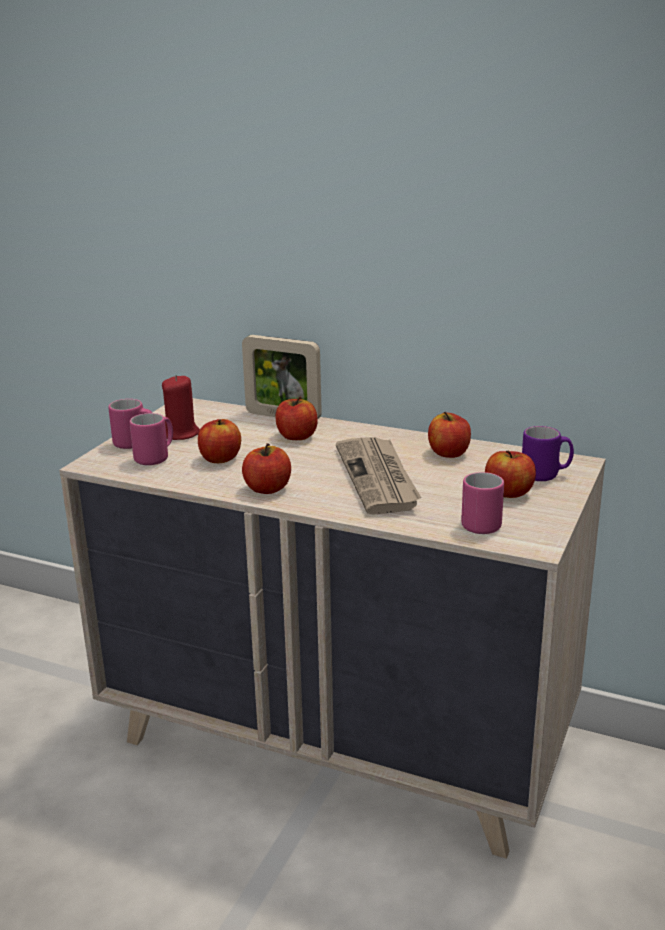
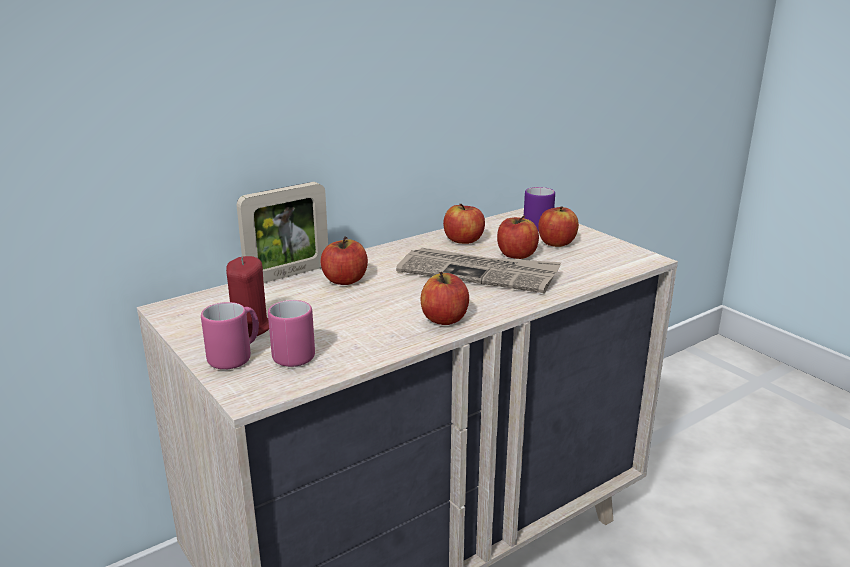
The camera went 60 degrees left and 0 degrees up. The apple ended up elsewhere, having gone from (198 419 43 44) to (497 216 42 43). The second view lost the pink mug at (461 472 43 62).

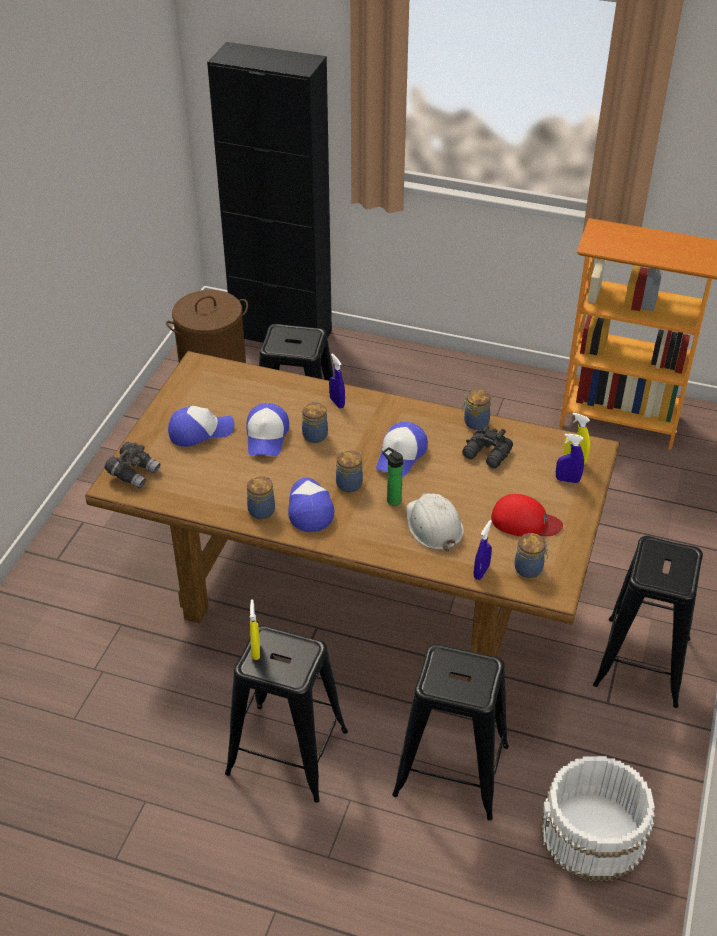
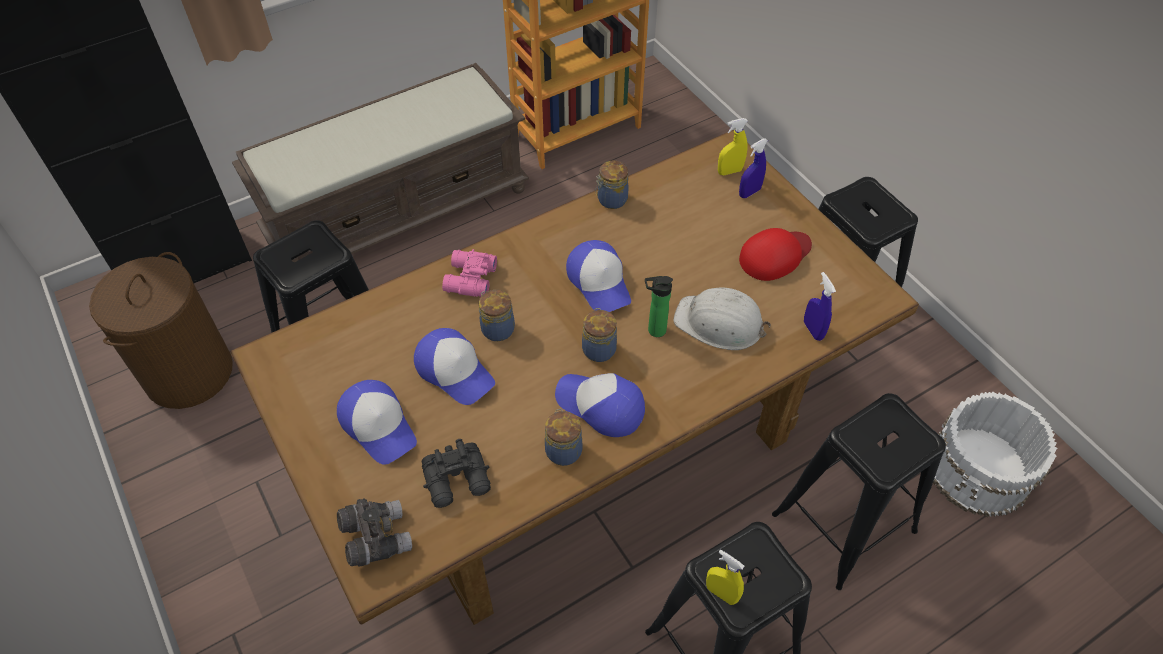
The camera went 50 degrees left and 10 degrees up. The cap at (168 406 66 41) ended up facing another way, 120 degrees clockwise from before. Where the blue spray bottle stood at (329 353 16 56), the pink binoculars came to stand at (442 249 55 48). The black binoculars ended up elsewhere, having gone from (462 426 51 42) to (422 439 69 69). The second view lost the jar at (514 533 35 45). The second view gained the brown bench at (232 63 297 199).

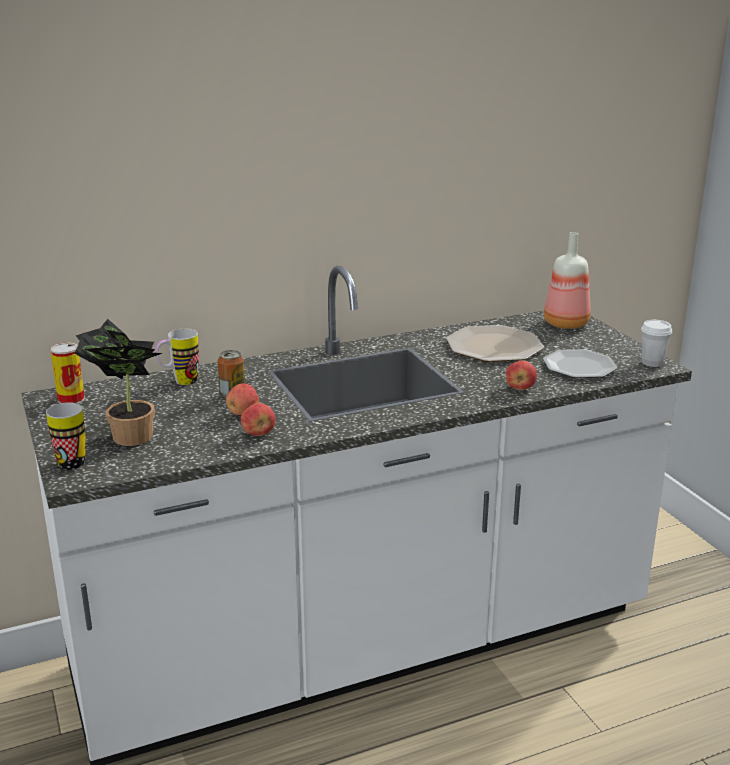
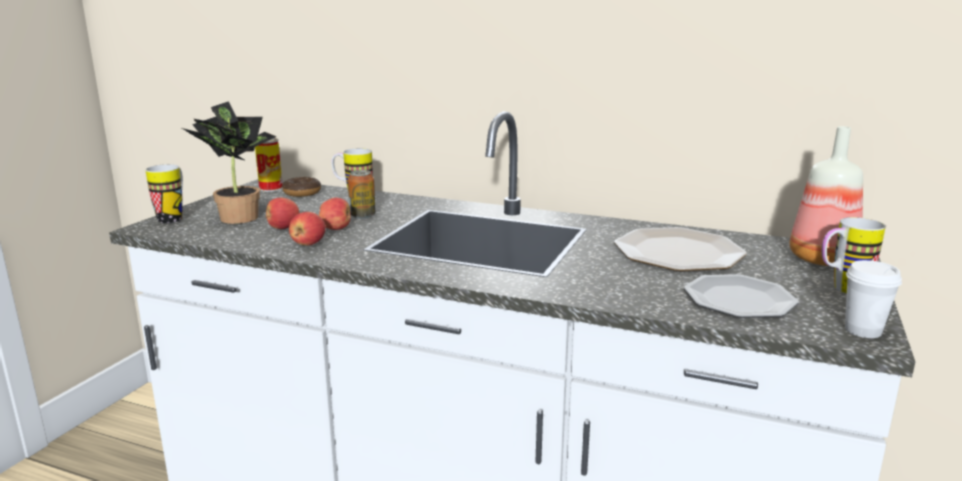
The camera went 45 degrees right and 5 degrees down. The apple ended up elsewhere, having gone from (505 361 32 29) to (266 198 34 31). The second view gained the donut at (282 177 39 20). The second view gained the mug at (821 217 65 77).

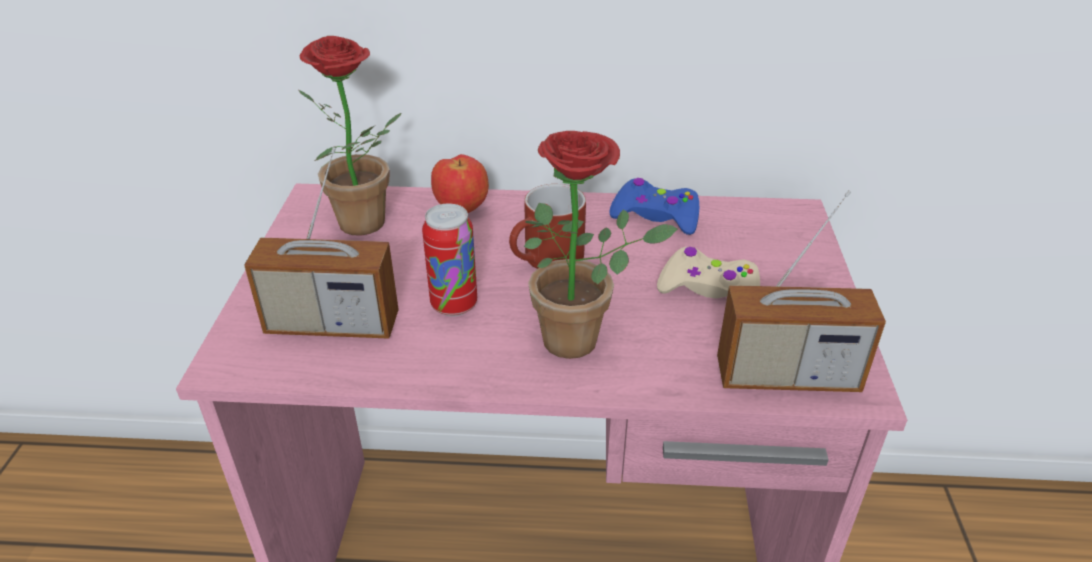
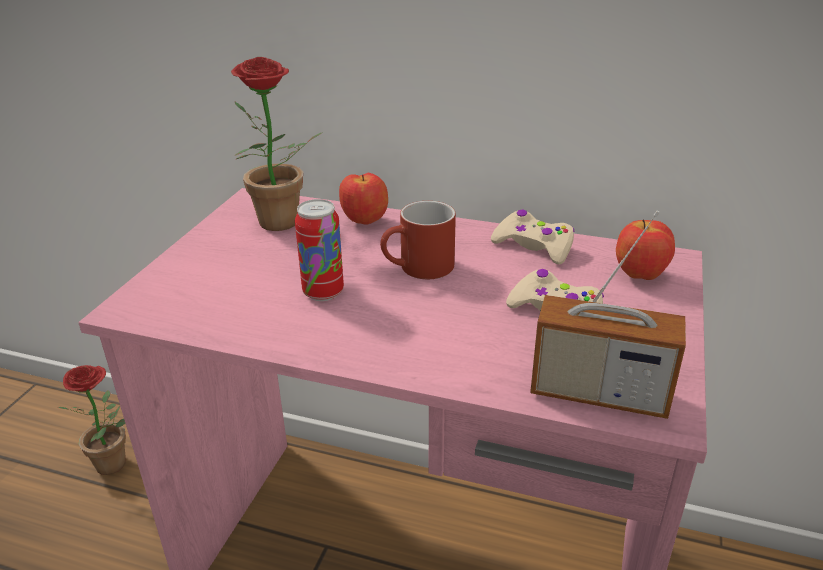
The camera went 15 degrees right and 5 degrees down. The second view lost the radio at (244 147 154 191). The potted plant ended up elsewhere, having gone from (524 131 154 228) to (59 365 67 110). What was the blue game controller at (609 178 90 57) turned into the beige game controller at (491 209 83 55). The second view gained the apple at (616 219 59 61).

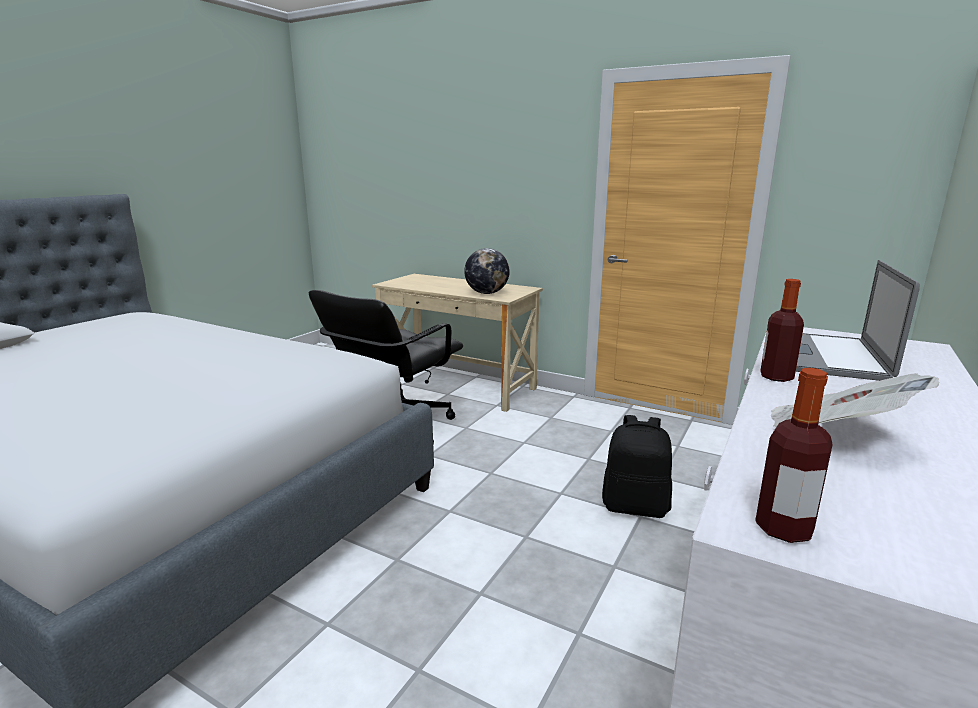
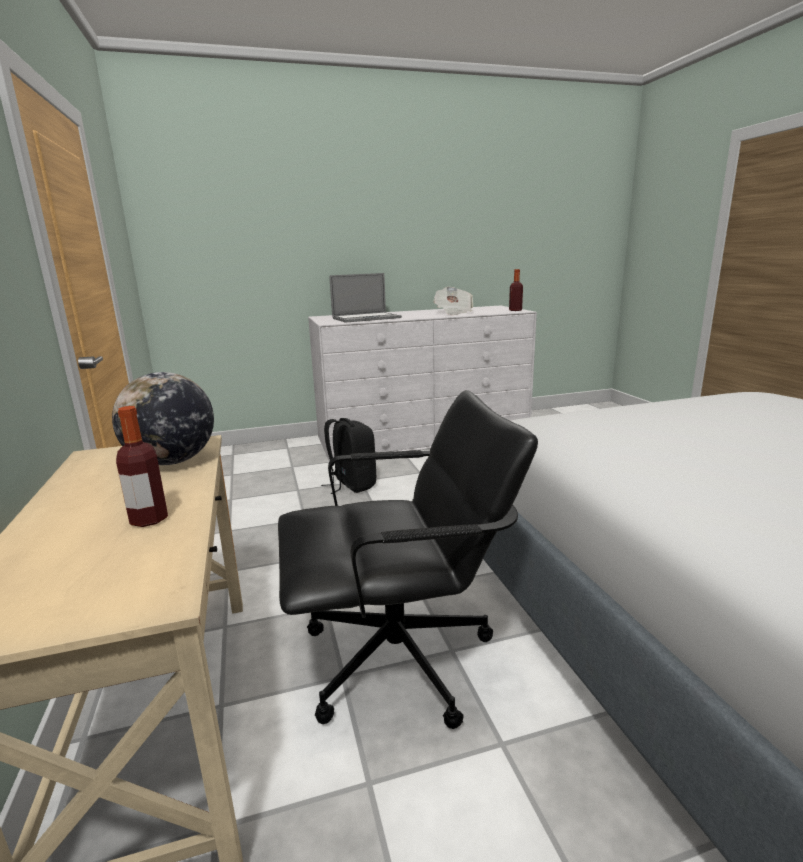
The camera went 135 degrees left and 0 degrees up. The bottle ended up elsewhere, having gone from (760 279 44 103) to (116 406 52 121).

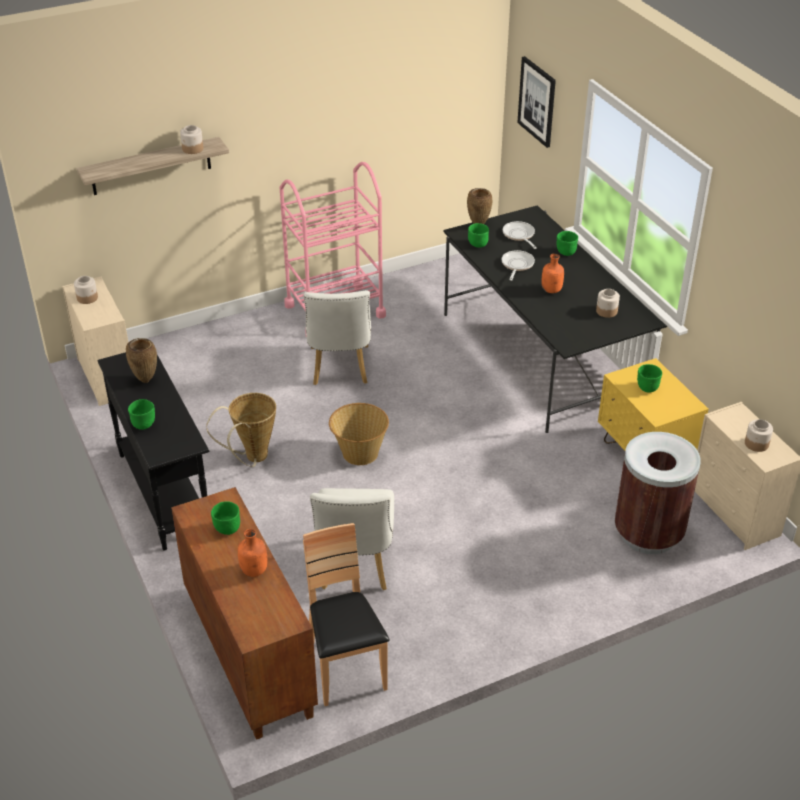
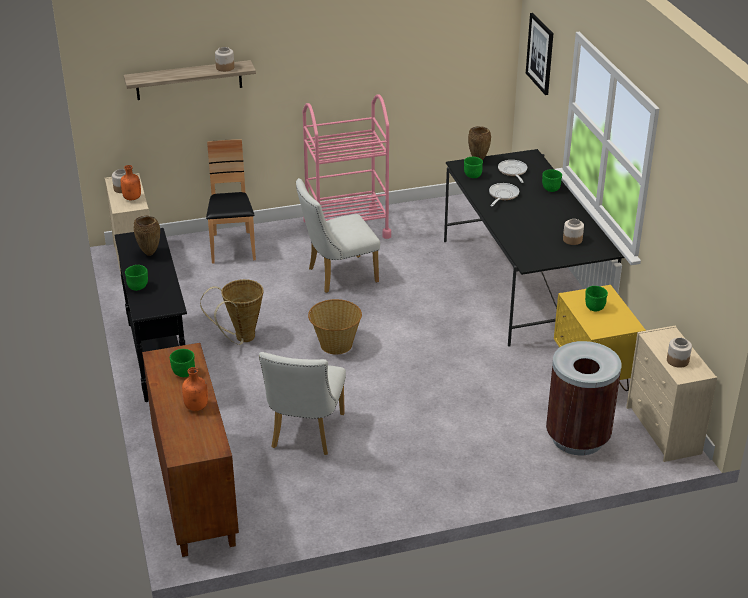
The camera went 10 degrees right and 5 degrees down. The white chair at (303 290 68 95) ended up facing another way, 60 degrees clockwise from before. The brown chair ended up elsewhere, having gone from (303 523 86 183) to (206 139 50 125). The orange bottle ended up elsewhere, having gone from (542 254 22 39) to (121 165 20 35).

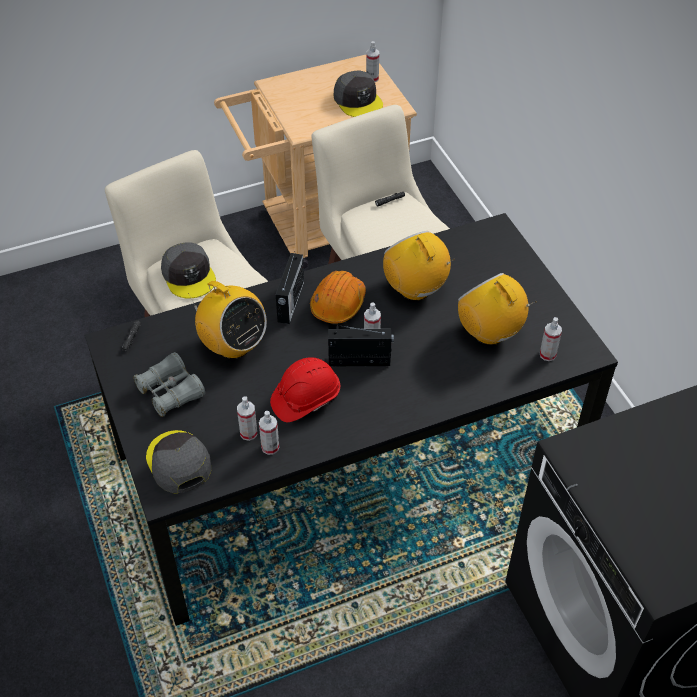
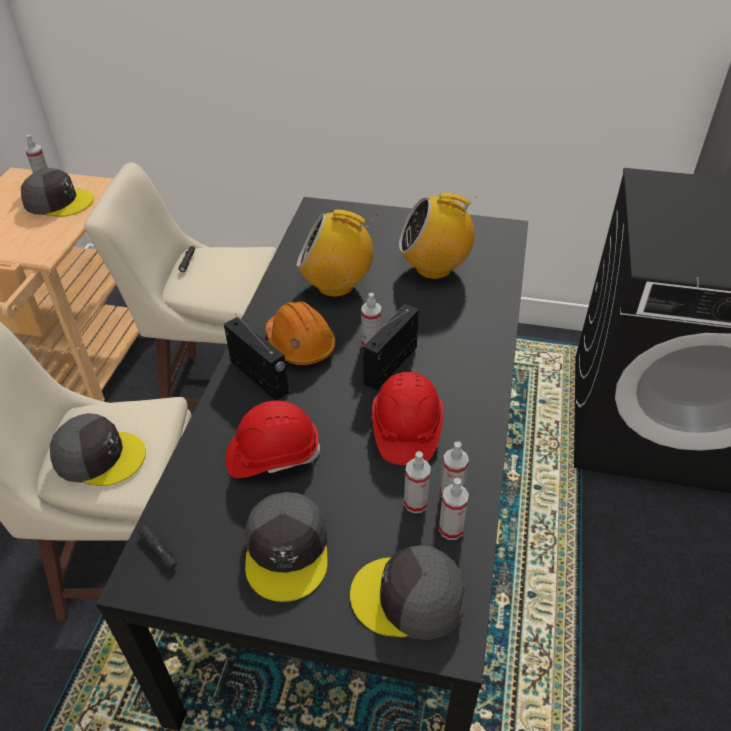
The camera went 55 degrees left and 5 degrees down. Where the grey binoculars stood at (133 352 72 65), the grey cap came to stand at (245 492 83 110). Where the radio stood at (188 281 79 78), the red hard hat came to stand at (226 400 94 78). The spray bottle ended up elsewhere, having gone from (540 317 22 44) to (439 478 30 62).

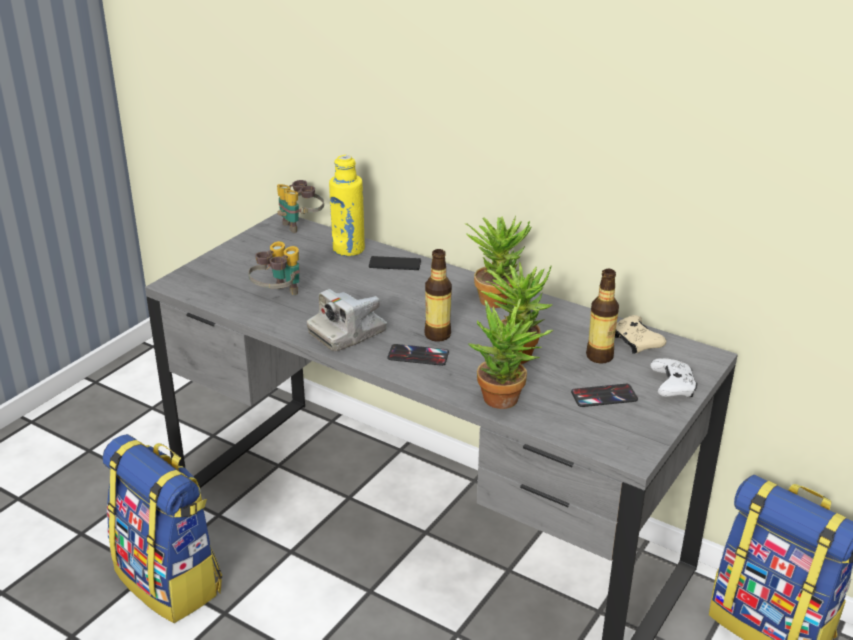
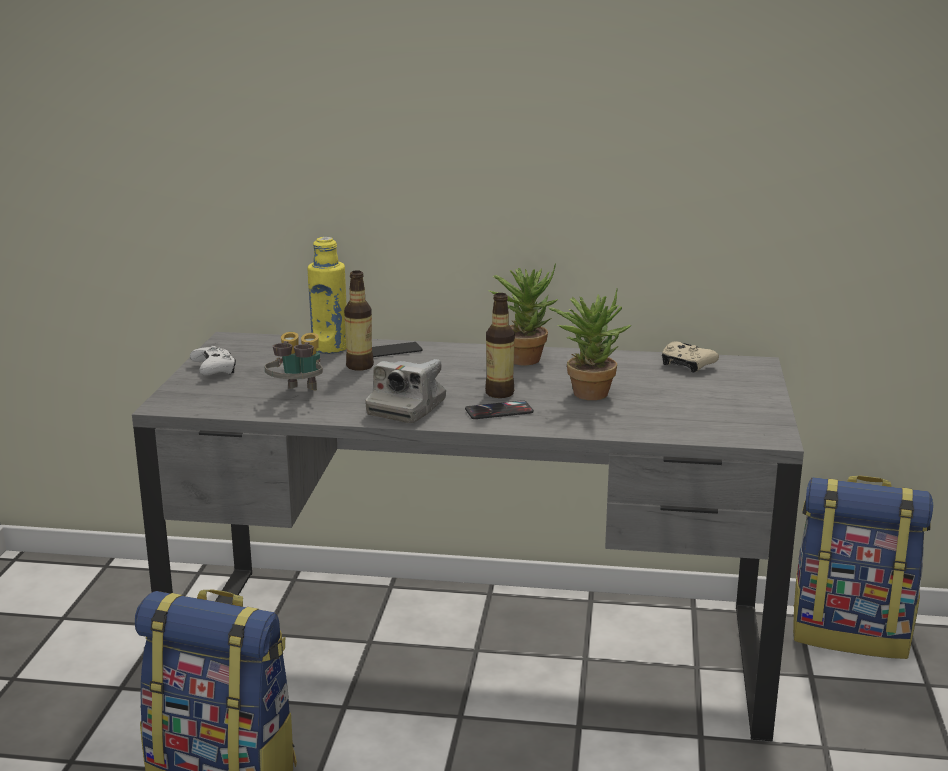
The camera went 25 degrees left and 10 degrees down. The second view lost the binoculars at (277 180 47 53). The second view lost the potted plant at (468 299 86 110). The second view lost the phone at (571 384 67 23). The bottle ended up elsewhere, having gone from (586 269 33 94) to (344 270 30 101). The white game controller ended up elsewhere, having gone from (650 358 47 39) to (190 346 46 30).

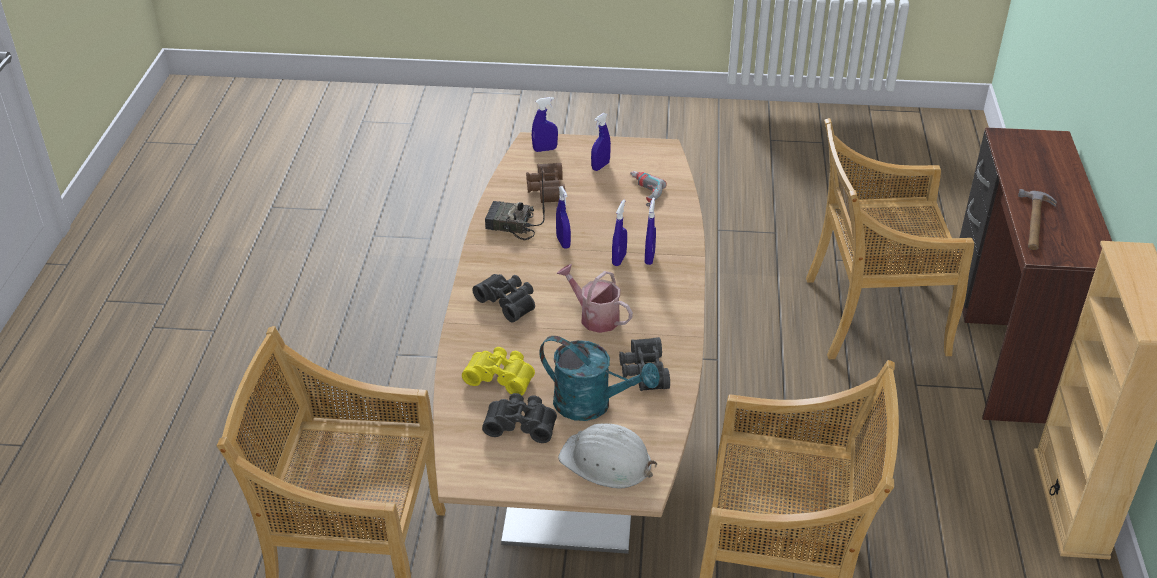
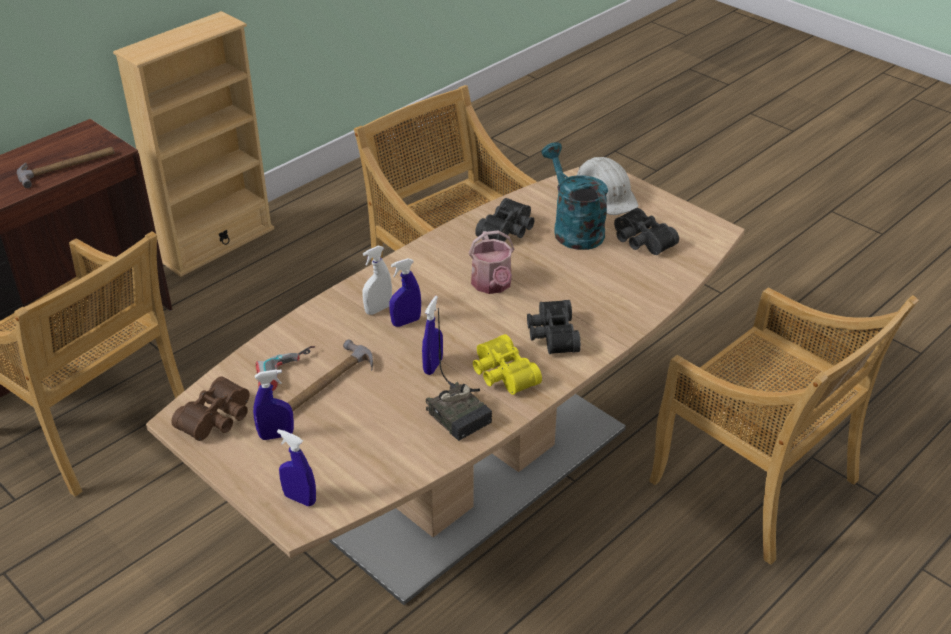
The camera went 140 degrees left and 0 degrees up. The yellow binoculars ended up elsewhere, having gone from (462 347 73 48) to (473 334 69 61). The brown binoculars ended up elsewhere, having gone from (526 163 39 40) to (171 376 79 65). What was the blue spray bottle at (645 198 11 67) turned into the white spray bottle at (362 246 30 69). The second view gained the hammer at (287 339 86 72).

